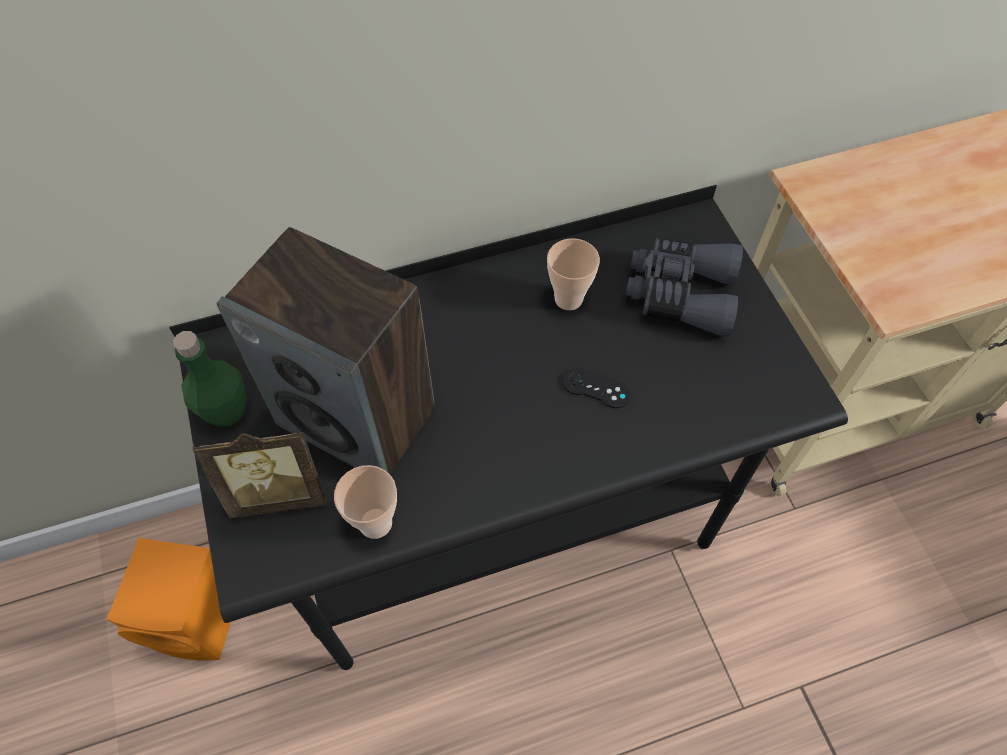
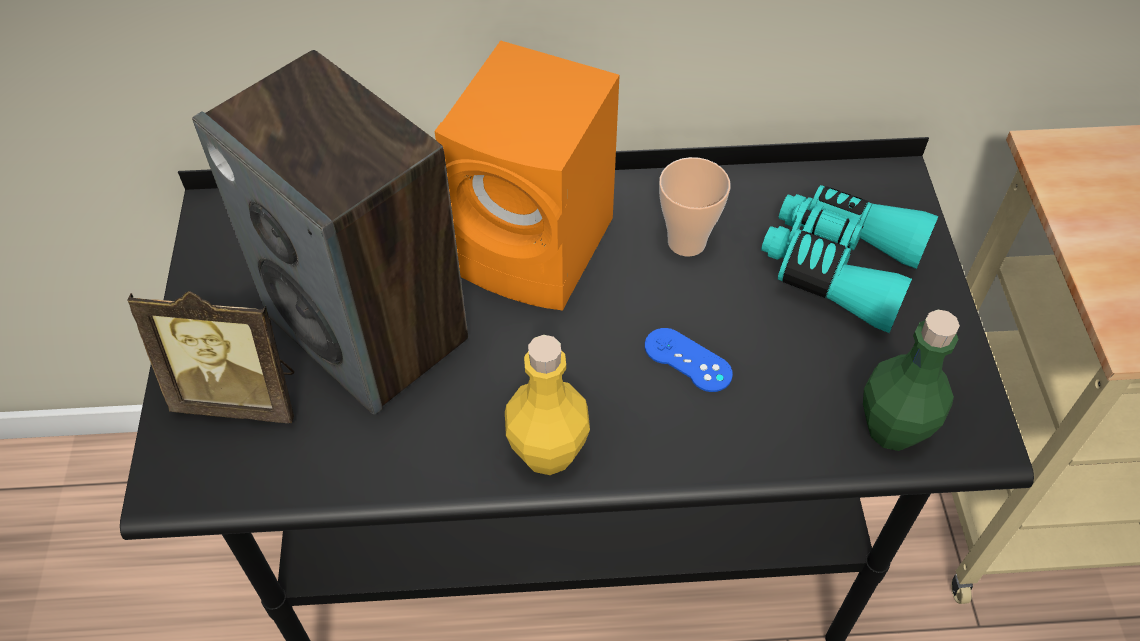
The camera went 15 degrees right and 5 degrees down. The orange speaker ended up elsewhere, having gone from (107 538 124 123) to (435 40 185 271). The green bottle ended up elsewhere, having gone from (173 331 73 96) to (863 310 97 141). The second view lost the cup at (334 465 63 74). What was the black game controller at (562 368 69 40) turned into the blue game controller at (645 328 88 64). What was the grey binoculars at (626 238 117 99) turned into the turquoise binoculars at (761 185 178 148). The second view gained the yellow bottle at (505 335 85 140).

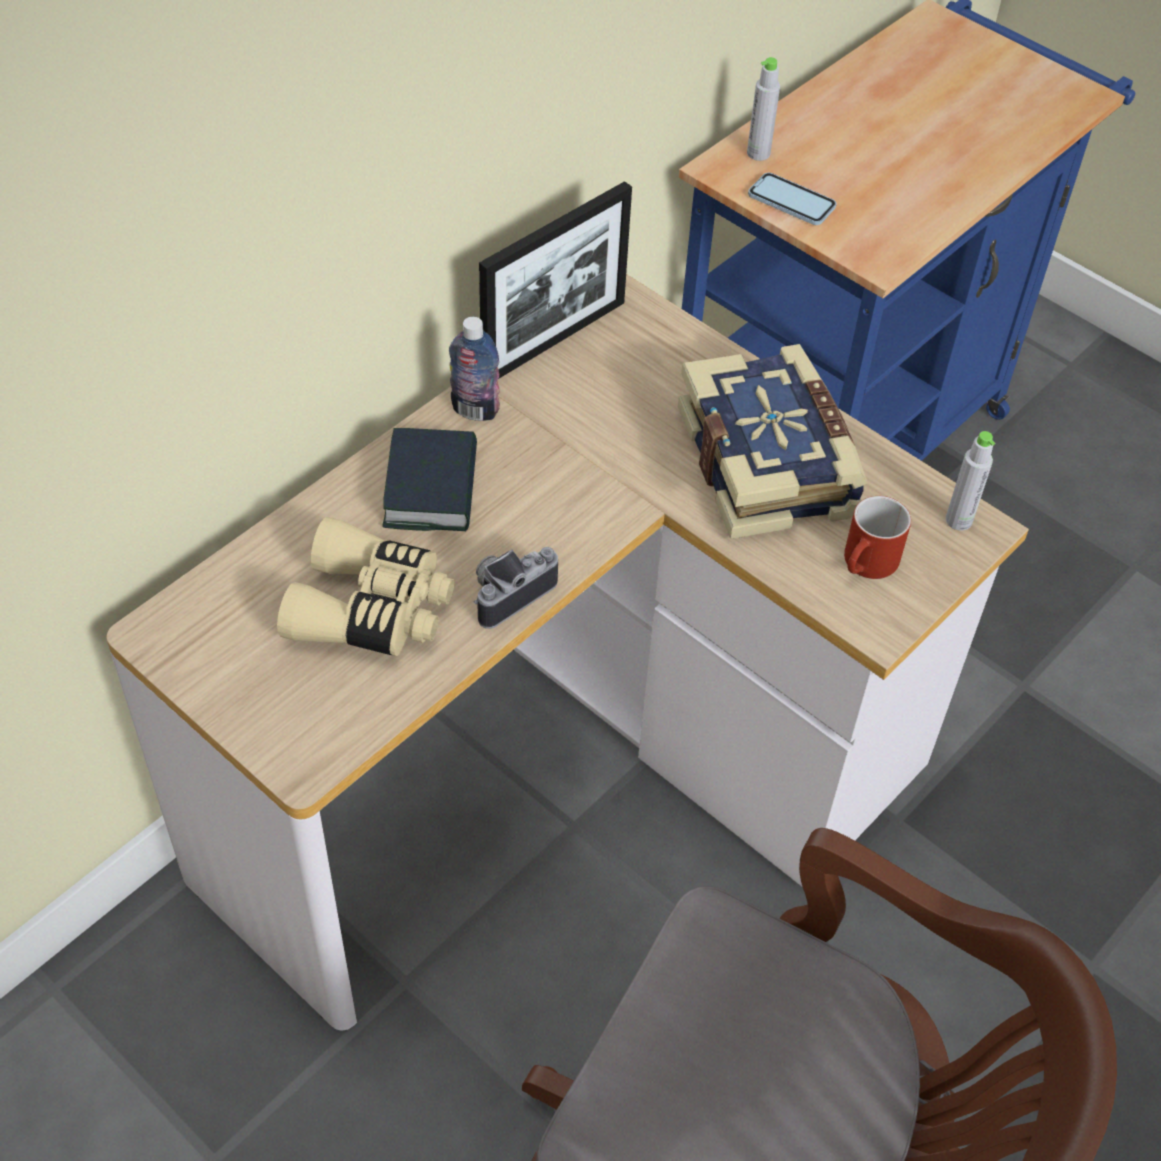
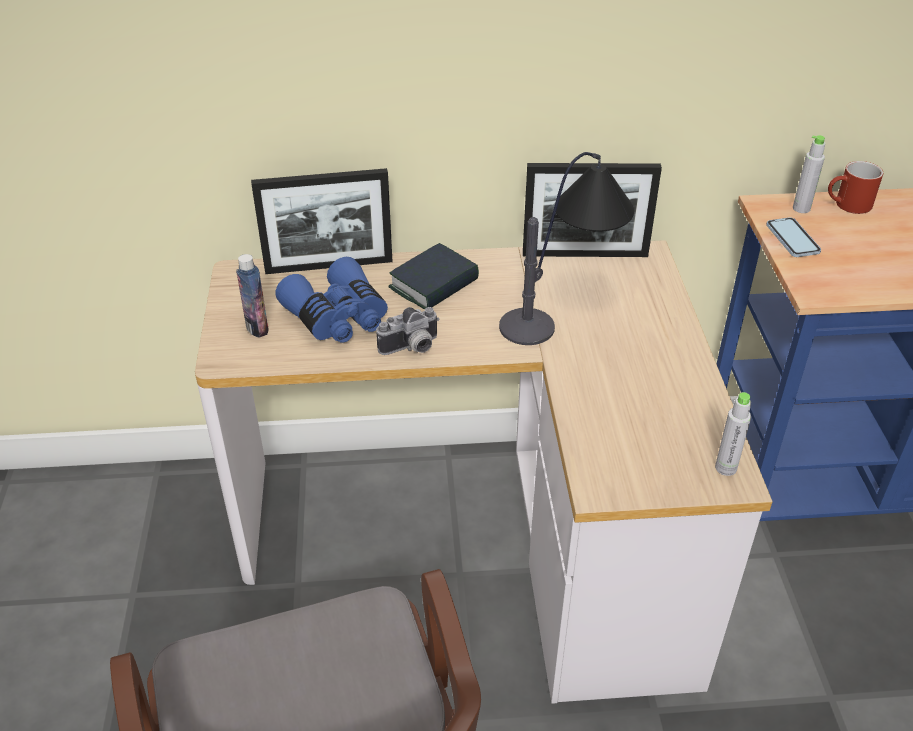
The camera went 45 degrees right and 10 degrees down. What was the beige binoculars at (277 517 177 139) turned into the blue binoculars at (276 257 112 86). The bottle ended up elsewhere, having gone from (449 317 51 104) to (236 254 33 84). The photo camera at (474 547 84 82) ended up facing another way, 150 degrees clockwise from before. The second view lost the book at (678 344 190 195). The red mug ended up elsewhere, having gone from (844 496 67 83) to (828 161 55 53). The second view gained the picture frame at (251 168 142 106). The second view gained the table lamp at (499 152 135 193).

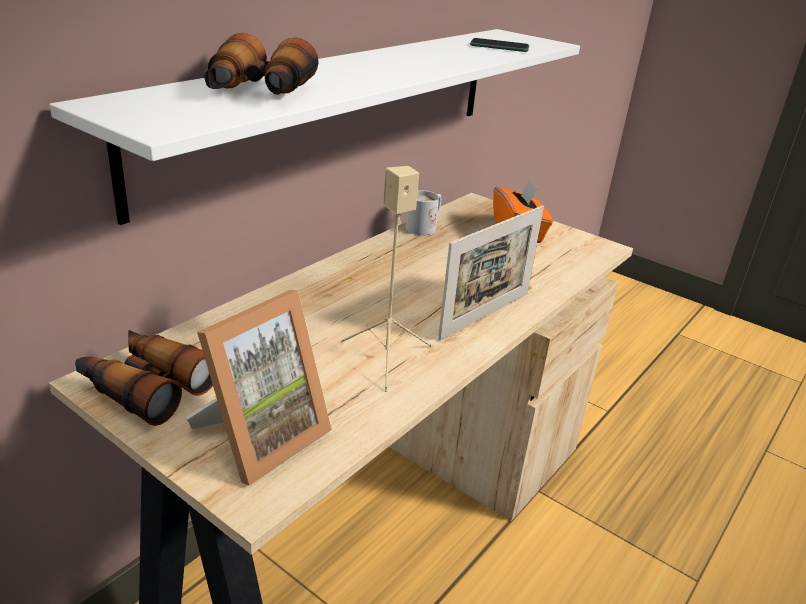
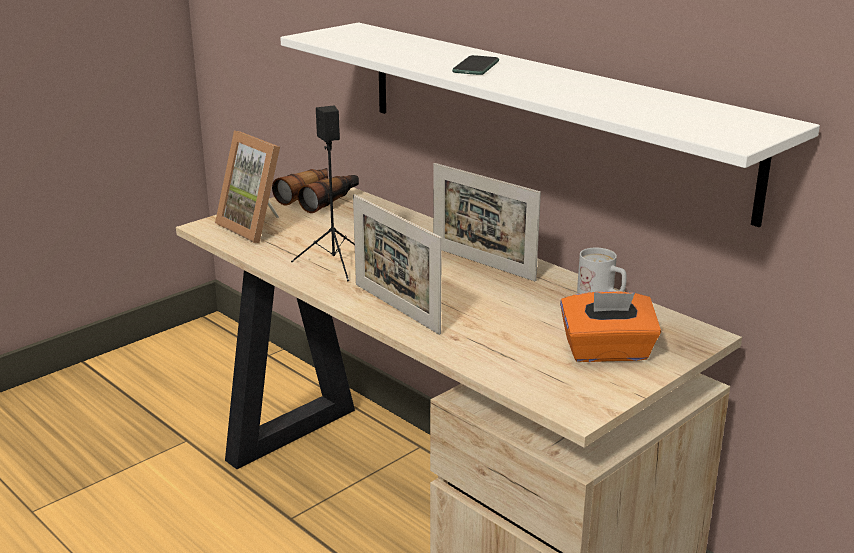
The camera went 100 degrees right and 5 degrees down. The second view lost the binoculars at (204 33 115 62). What was the beige speaker at (341 166 91 226) turned into the black speaker at (291 105 64 176). The phone ended up elsewhere, having gone from (470 38 59 14) to (452 55 47 20). The second view gained the picture frame at (433 163 108 118).

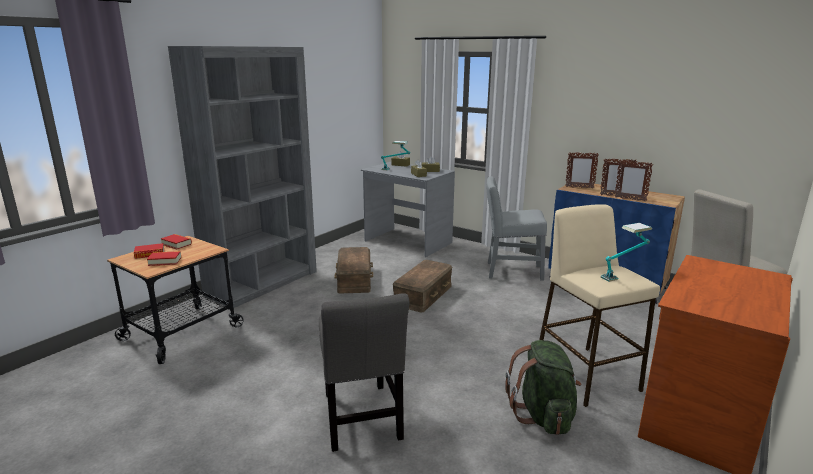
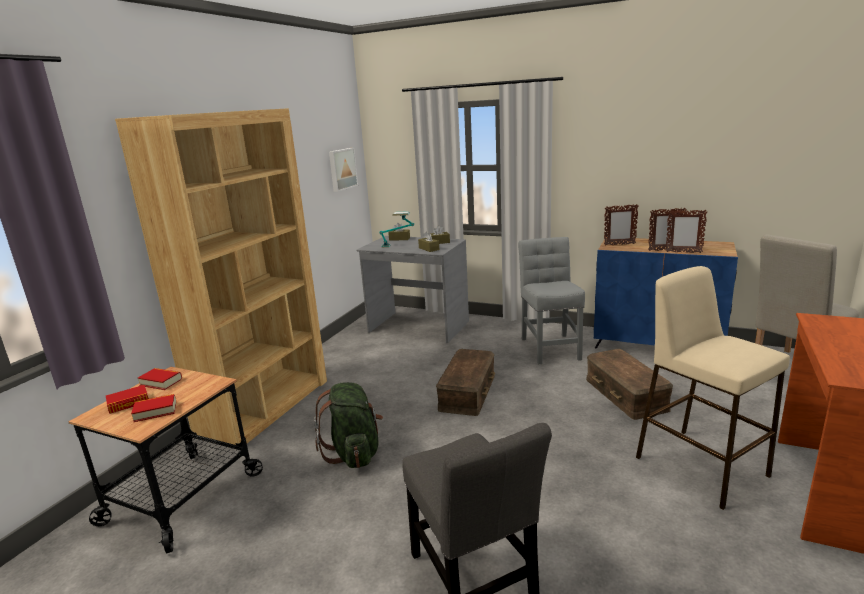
The camera went 10 degrees left and 0 degrees up. What was the grey bookcase at (168 46 149 262) turned into the brown bookcase at (115 108 212 339). The brown storage box ended up elsewhere, having gone from (334 247 39 46) to (586 349 87 71). The grey chair at (486 176 61 105) ended up facing another way, 90 degrees clockwise from before. The green backpack ended up elsewhere, having gone from (505 340 76 95) to (314 382 69 86). The second view lost the table lamp at (601 223 51 59). The second view gained the picture at (329 148 29 44).

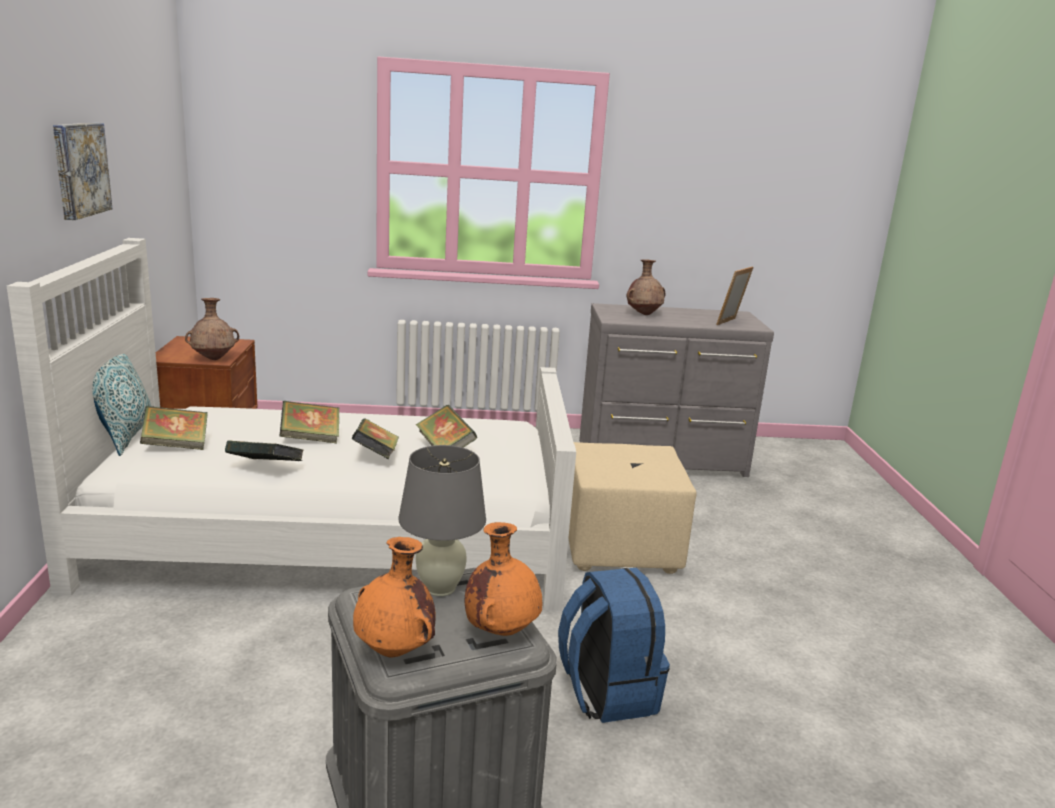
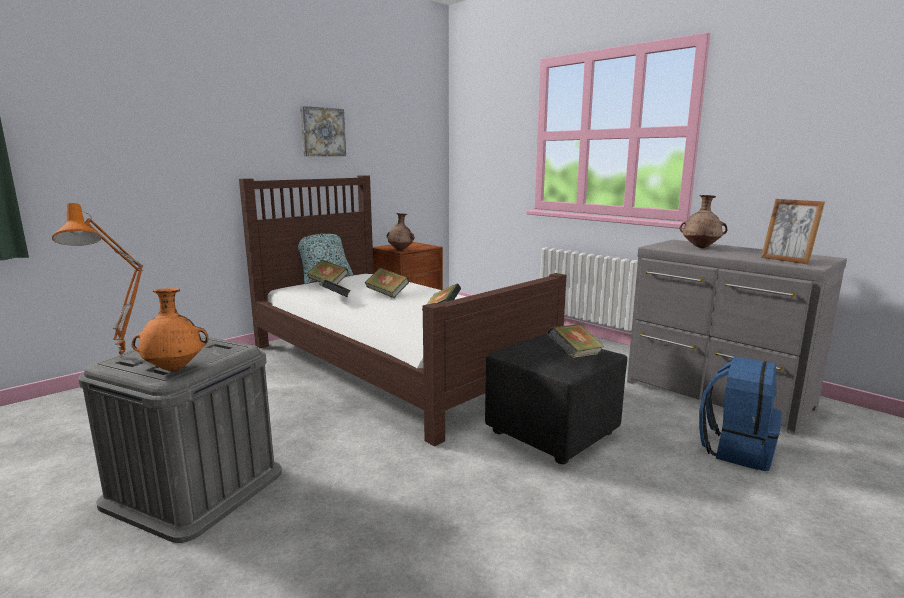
The camera went 50 degrees right and 5 degrees down. What was the white bed at (7 238 569 373) turned into the brown bed at (239 175 328 272). The book ended up elsewhere, having gone from (352 419 47 40) to (547 324 57 34). Where the orange vase stood at (353 537 82 121), the orange table lamp came to stand at (52 203 92 155). The second view lost the grey table lamp at (398 445 88 151). The blue backpack ended up elsewhere, having gone from (558 568 112 155) to (699 356 83 115). What was the beige ottoman at (568 442 129 132) turned into the black ottoman at (485 333 142 131). The picture frame at (716 267 38 58) ended up facing another way, 120 degrees counterclockwise from before.

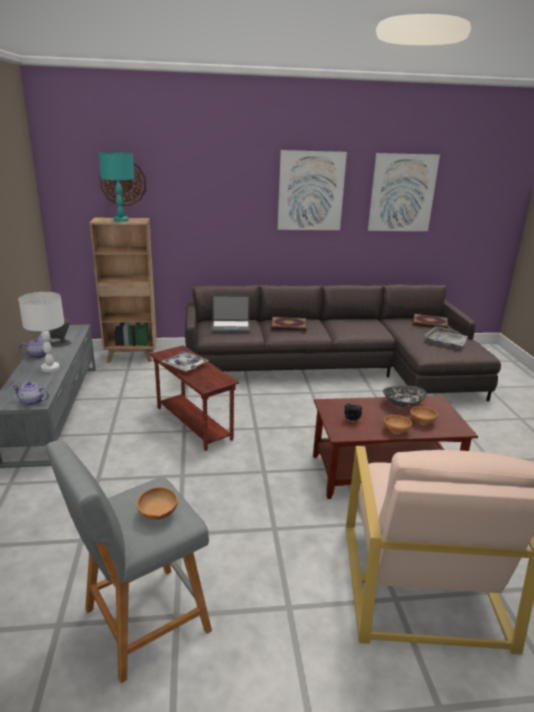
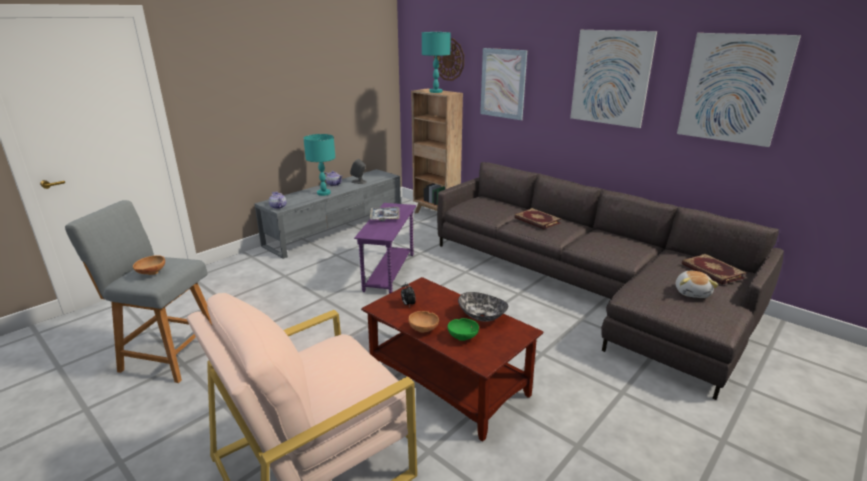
The camera went 50 degrees right and 0 degrees up. What was the white table lamp at (18 292 46 80) turned into the turquoise table lamp at (303 134 32 62). What was the brown side table at (150 345 89 106) turned into the purple side table at (354 203 62 91). The second view lost the laptop at (211 295 40 38). What was the brown bowl at (410 406 28 19) turned into the green bowl at (447 318 32 23). Where the grey tray stood at (424 327 44 20), the plush toy came to stand at (676 271 42 27). The second view gained the picture at (480 48 47 72).

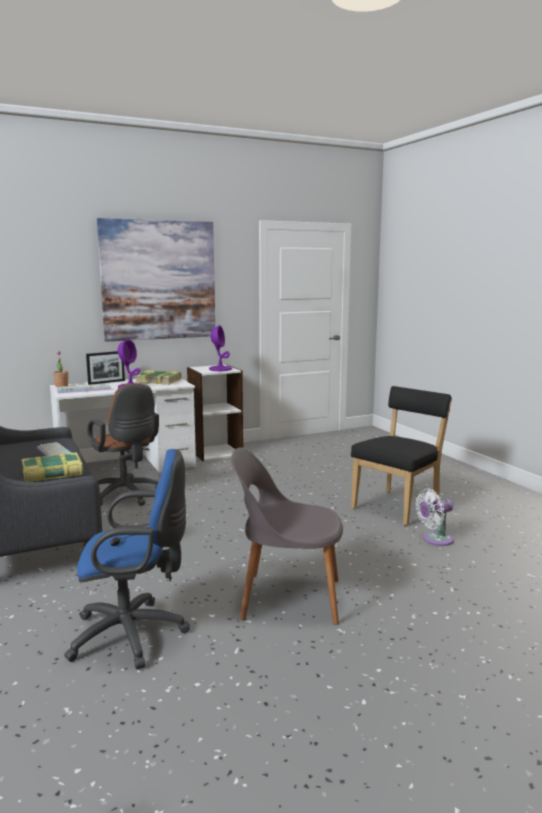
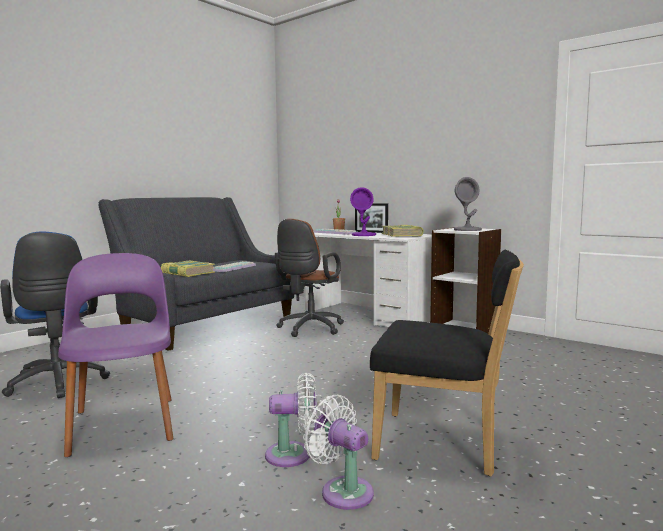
The camera went 65 degrees right and 5 degrees down. The second view lost the picture at (97 218 118 124). What was the purple table lamp at (209 325 23 46) turned into the grey table lamp at (454 177 28 54). What was the grey chair at (231 447 112 178) turned into the purple chair at (58 253 115 204). The second view gained the white fan at (265 373 52 94).

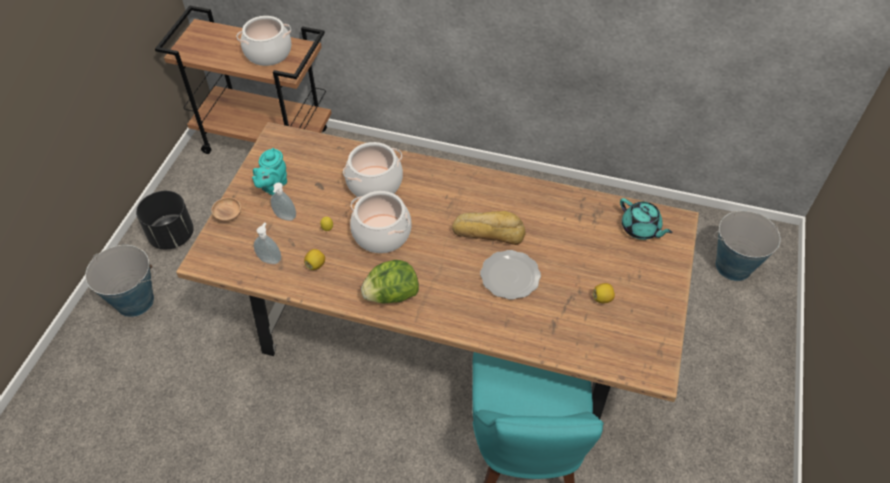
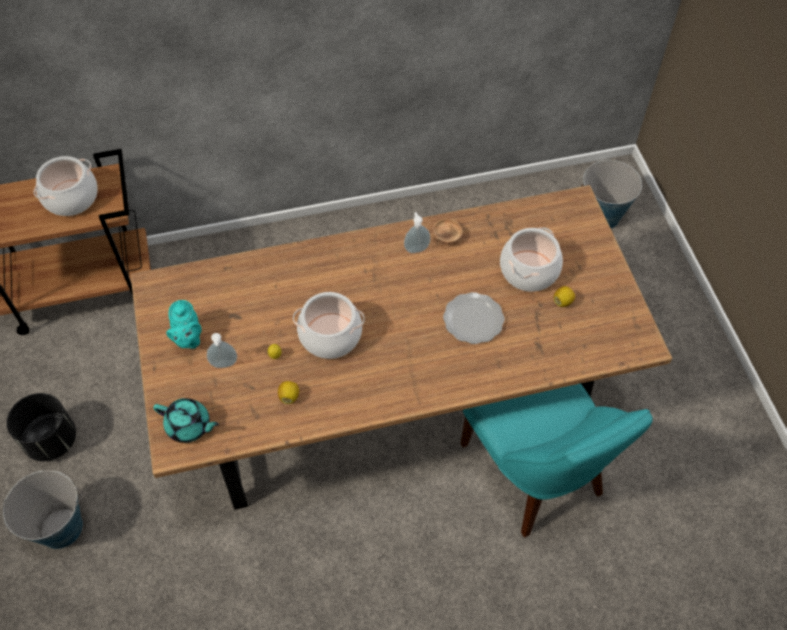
The camera went 30 degrees left and 5 degrees up. The brown bowl ended up elsewhere, having gone from (211 197 30 25) to (433 219 29 25). The soap dispenser ended up elsewhere, having gone from (254 223 27 41) to (404 212 27 41). The cooking pot ended up elsewhere, having gone from (343 142 60 55) to (500 227 63 65). The second view lost the lettuce at (361 260 58 43). The second view lost the bread at (452 211 74 34). The turquoise teapot ended up elsewhere, having gone from (620 198 53 42) to (153 398 66 45).

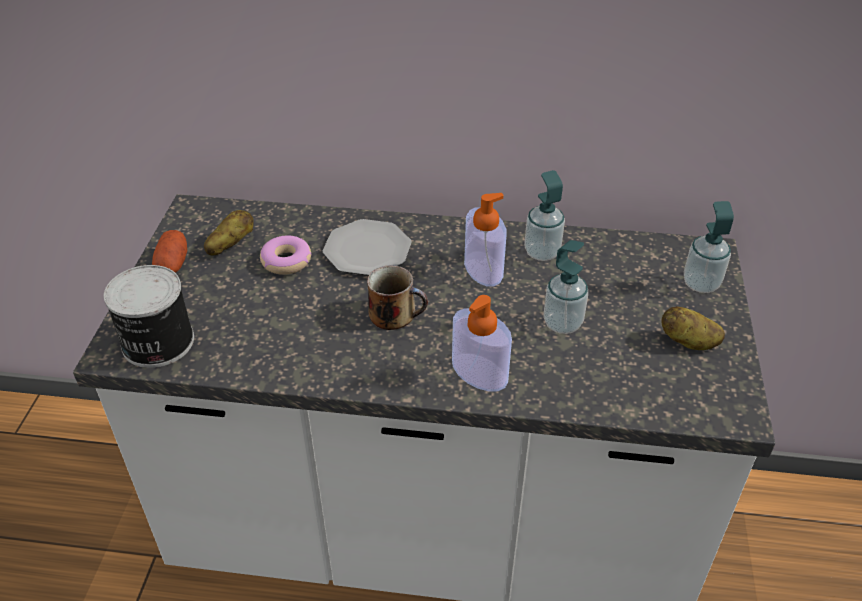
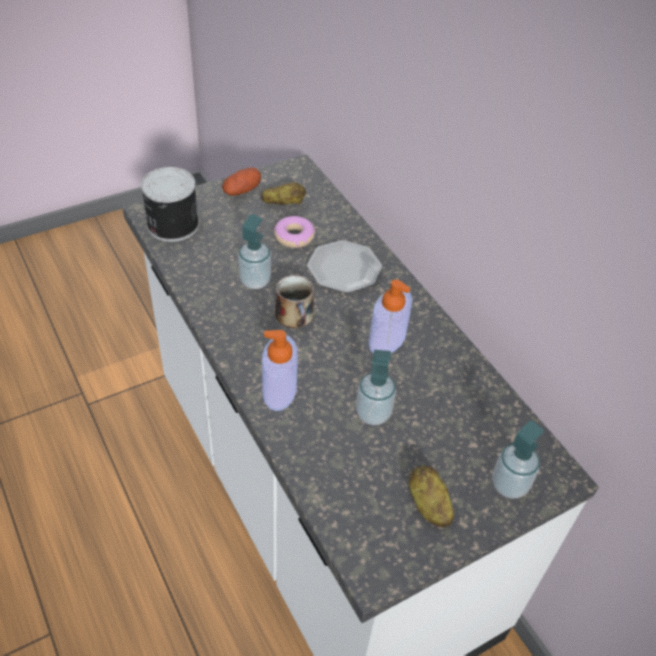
The camera went 50 degrees right and 5 degrees up. The soap dispenser ended up elsewhere, having gone from (524 170 41 91) to (238 214 33 75).

